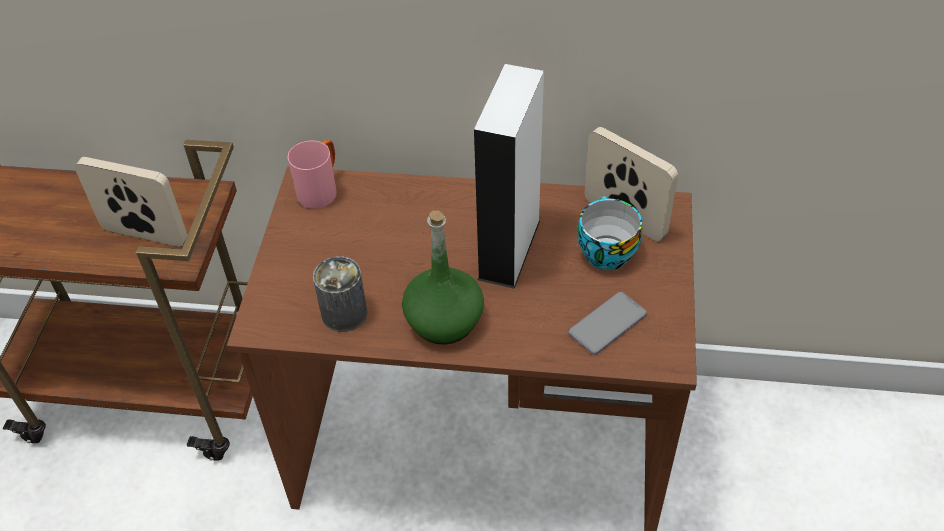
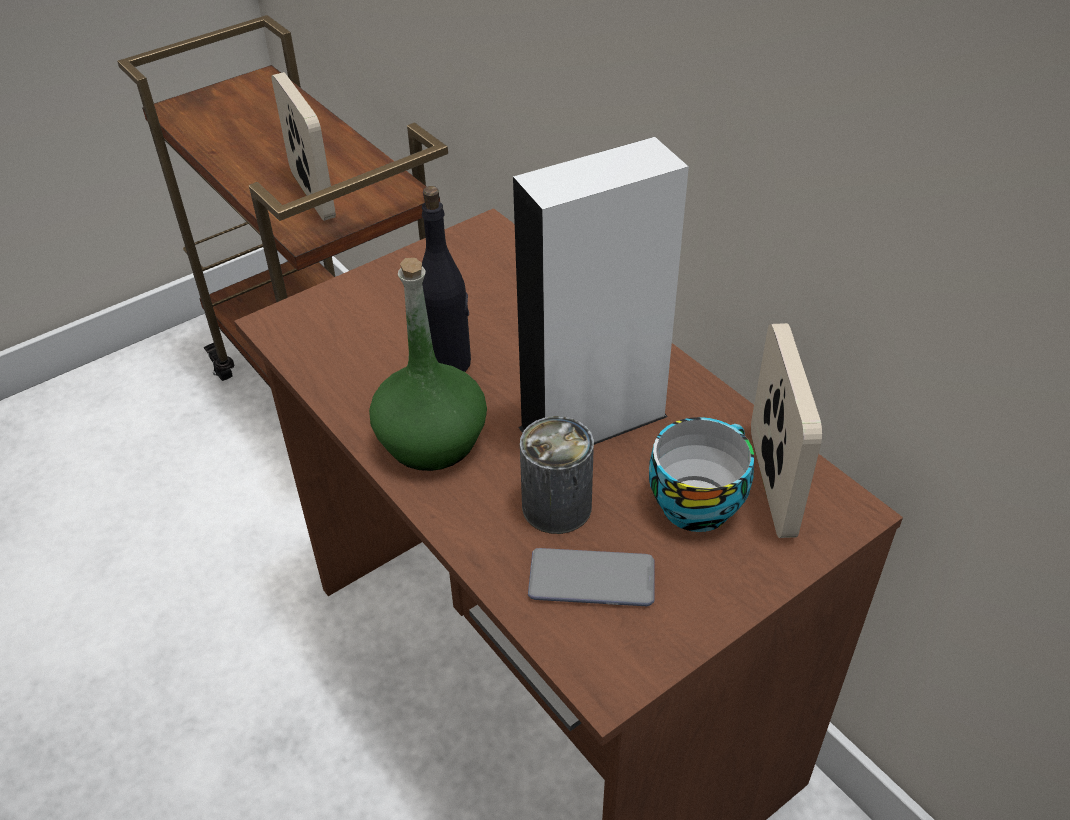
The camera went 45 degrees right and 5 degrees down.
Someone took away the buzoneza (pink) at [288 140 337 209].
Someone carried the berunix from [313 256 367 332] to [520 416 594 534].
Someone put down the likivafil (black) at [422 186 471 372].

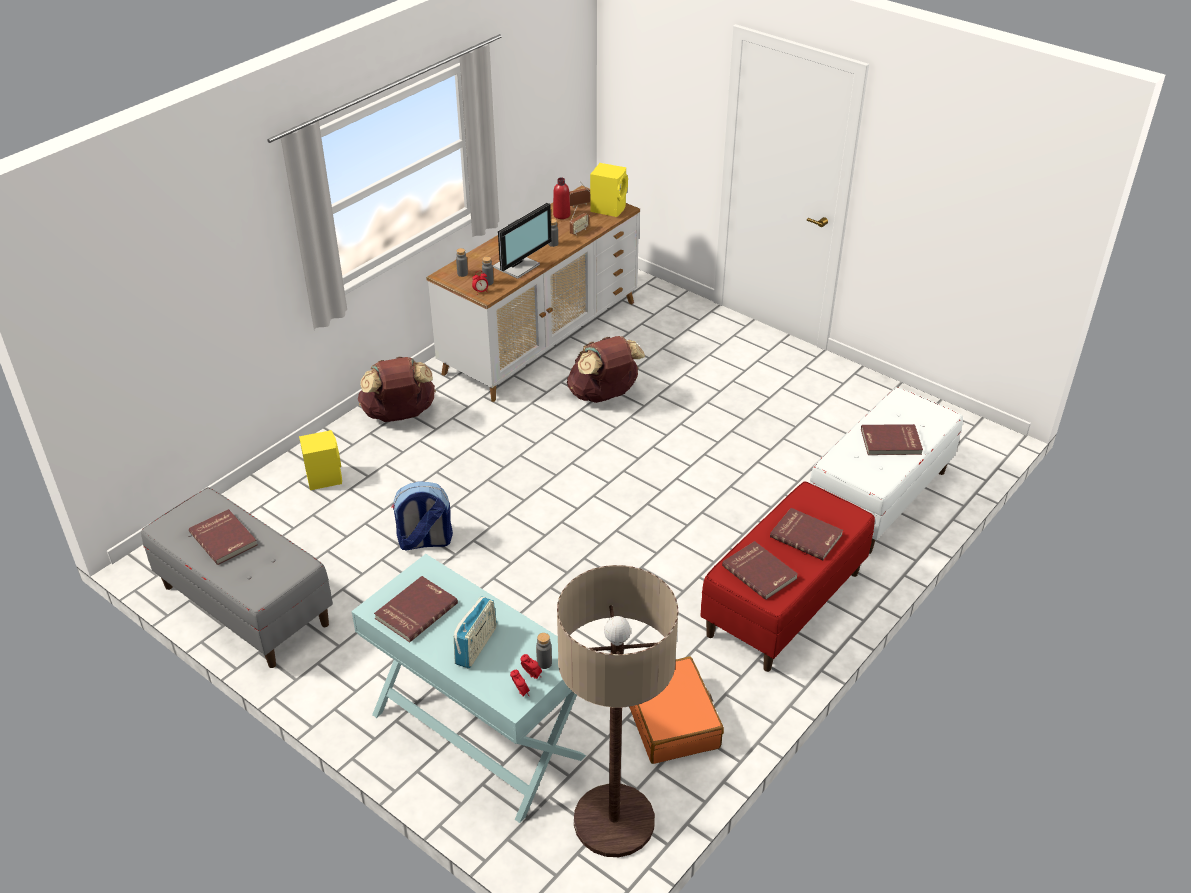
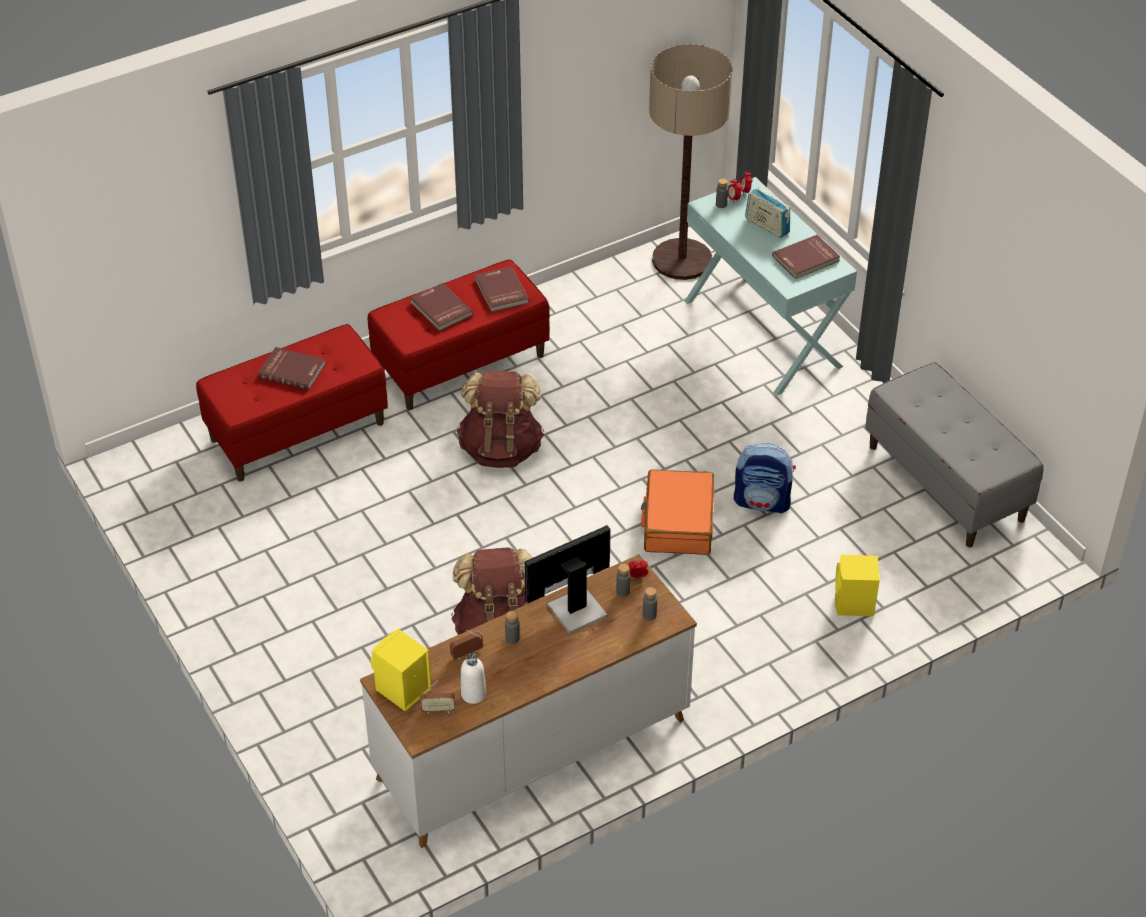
The camera went 160 degrees left and 5 degrees up.
Someone took away the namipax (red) at [189 509 257 565].
Someone carried the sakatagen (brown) from [358 356 436 422] to [457 371 544 468].
Someone rotated the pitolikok at [454 596 497 668] by 90 degrees counterclockwise.
Someone repainted the likivafil (red) at [553 178 570 219], which became the likivafil (white) at [461 653 486 704].
Someone carried the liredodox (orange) from [629 657 724 764] to [641 470 715 555].
Someone repainted the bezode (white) at [809 387 963 554], which became the bezode (red) at [196 324 388 482].

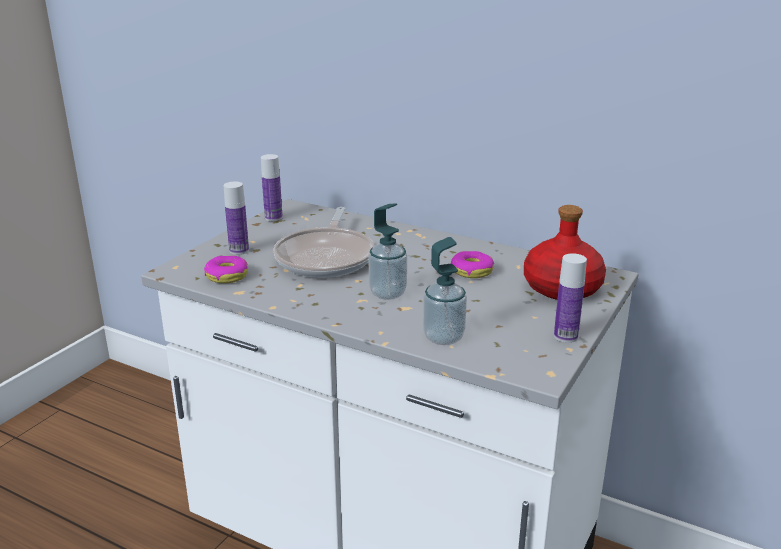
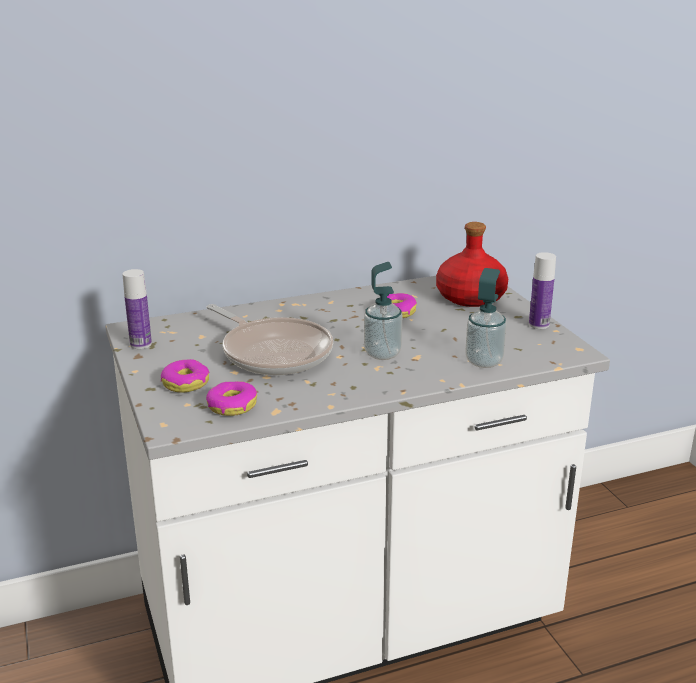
The camera went 50 degrees left and 0 degrees up.
Someone swapped the likivafil at [224 182 249 255] for the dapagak at [161 359 210 393].

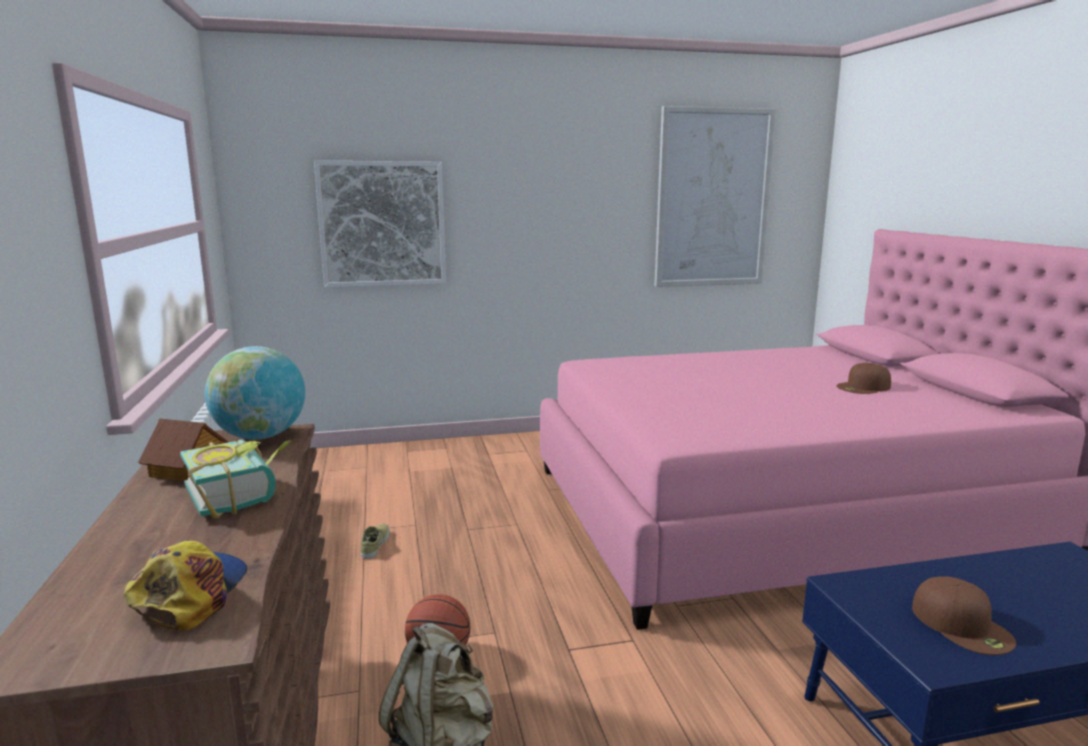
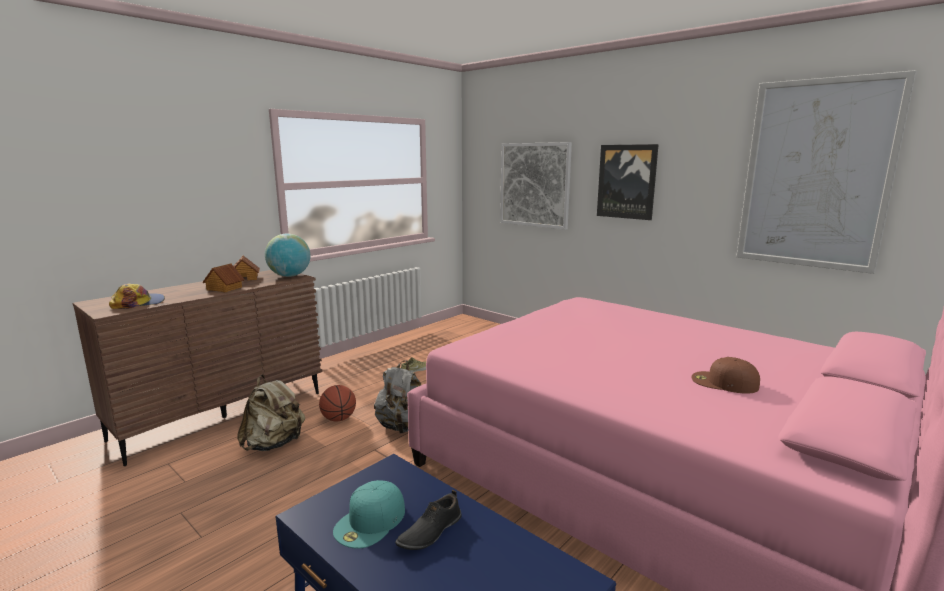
The camera went 55 degrees right and 0 degrees up.
Someone swapped the namipax at [180 440 292 519] for the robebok at [203 264 245 292].
Someone repainted the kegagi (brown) at [912 576 1016 655], which became the kegagi (turquoise) at [333 480 405 548].
Someone put down the sakatagen (grey) at [374 360 421 434].
Someone put down the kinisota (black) at [395 490 461 550].
Someone put up the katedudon at [597 144 659 220].

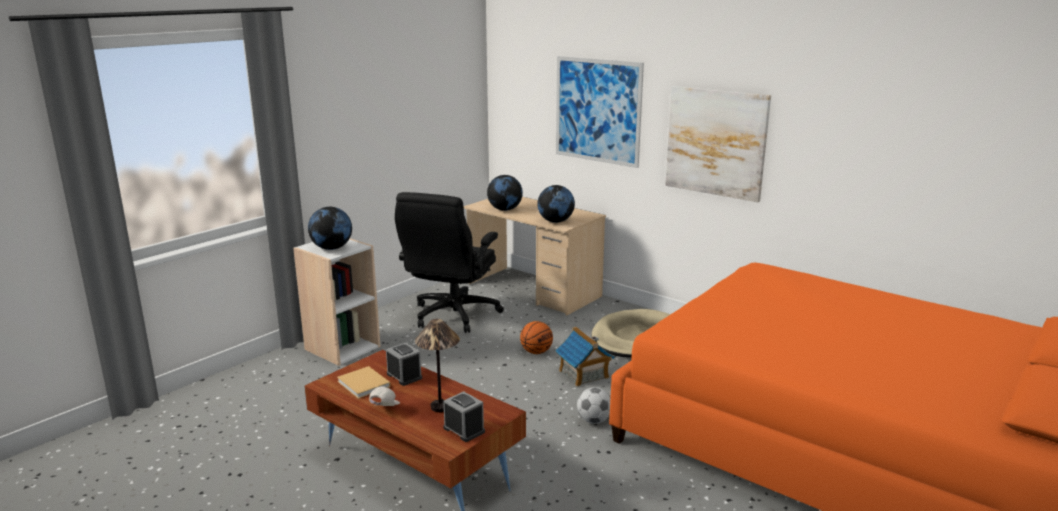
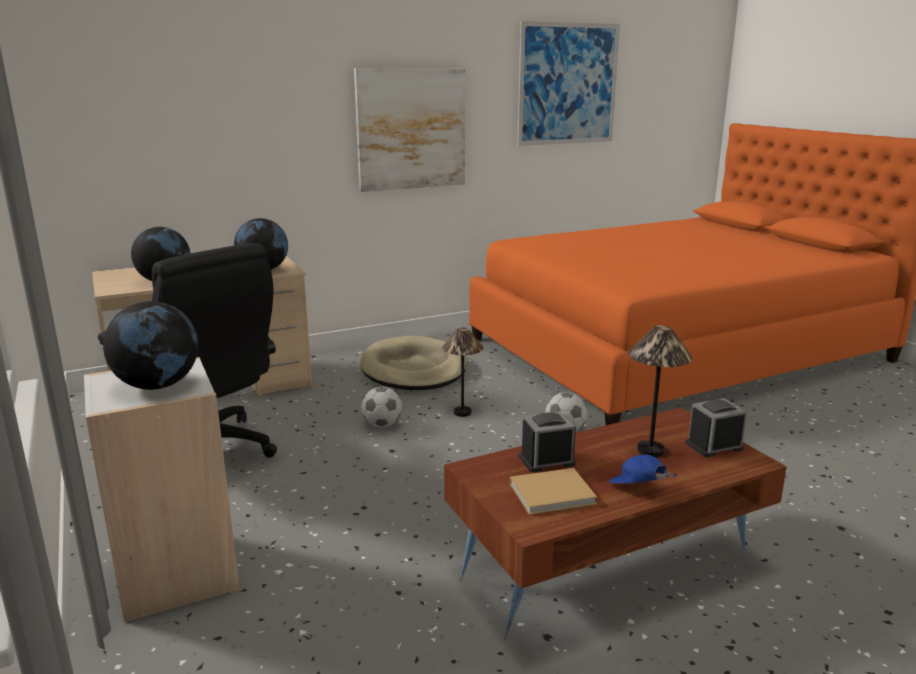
The camera went 65 degrees left and 0 degrees up.
Someone repainted the kegagi (white) at [369 386 400 406], which became the kegagi (blue) at [609 454 677 484].
Someone swapped the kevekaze at [520 321 553 354] for the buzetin at [361 387 402 428].
Someone swapped the robebok at [555 327 614 386] for the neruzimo at [442 328 484 417].
Someone carried the katedudon from [556 56 644 168] to [517 21 620 146].

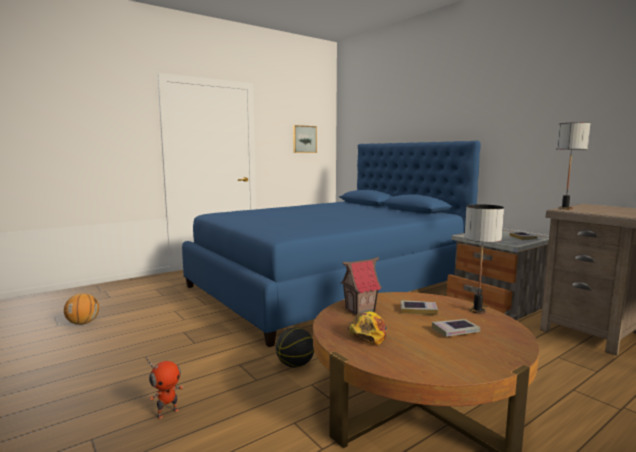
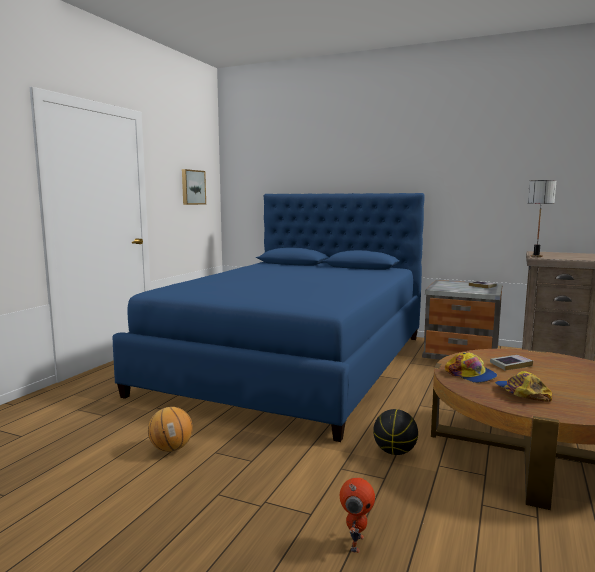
The camera went 30 degrees left and 0 degrees up.
Someone carried the kevekaze from [64 293 99 325] to [148 407 193 452].
Someone swapped the robebok at [340 257 382 315] for the kegagi at [445 352 497 383].
Someone took away the namipax at [432 319 481 337].
Someone took away the neruzimo at [465 204 504 314].

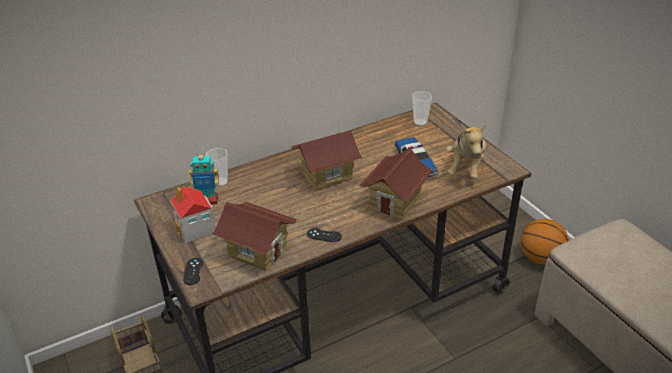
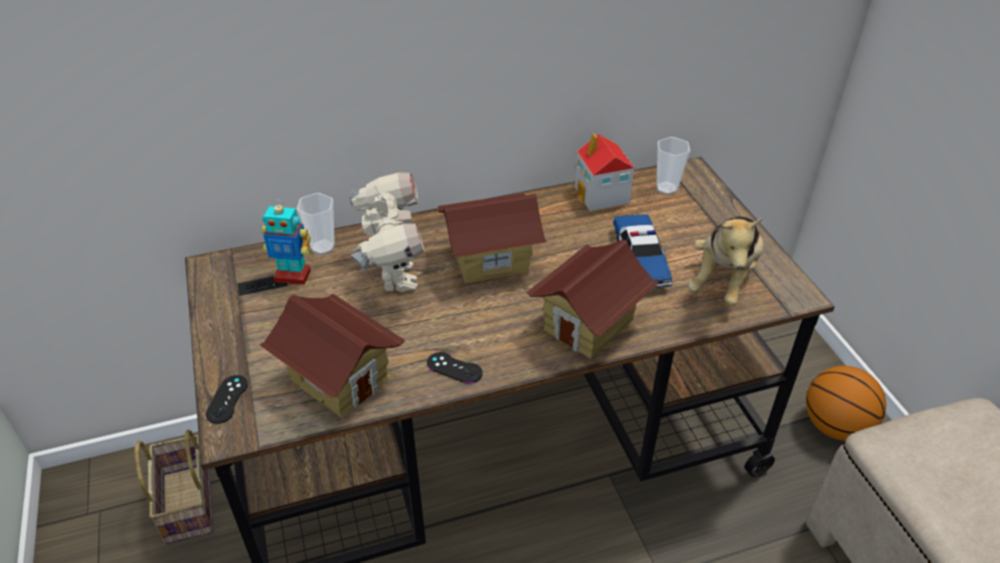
The camera went 10 degrees right and 5 degrees up.
Someone carried the robebok from [171 186 215 243] to [574 133 635 211].
Someone put down the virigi at [349 172 425 292].

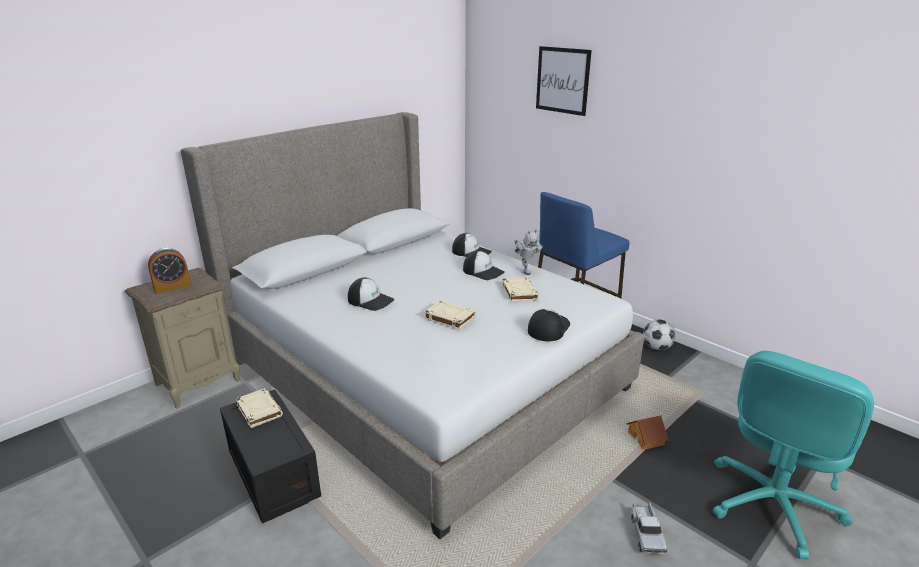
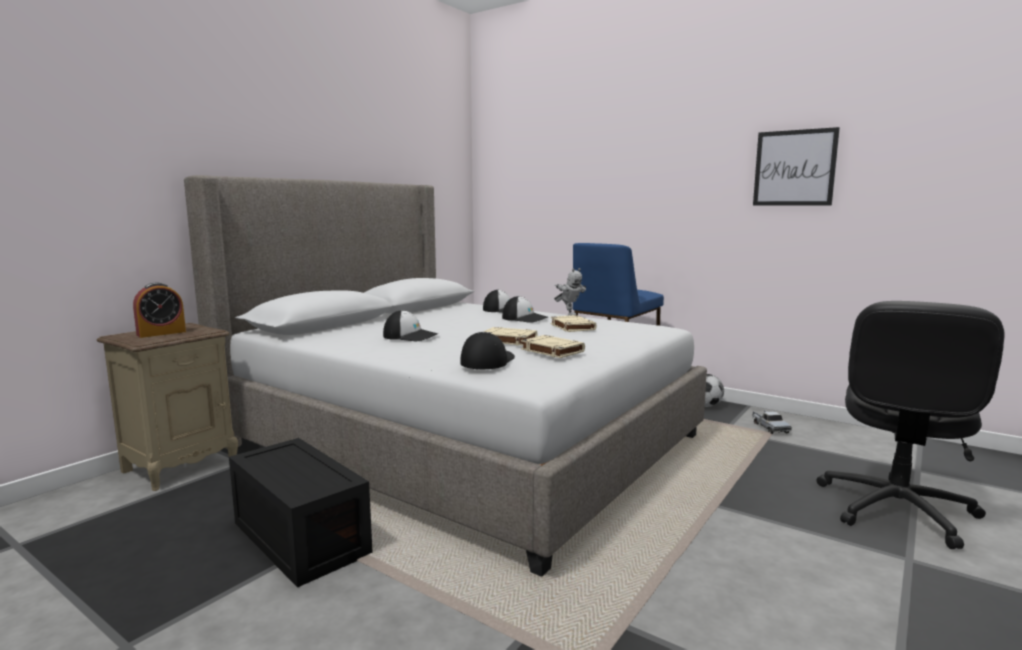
The camera went 10 degrees left and 15 degrees down.
Someone carried the namipax (beige) from [236 388 283 428] to [521 335 585 358].
Someone carried the kegagi from [528 309 570 341] to [460 331 515 369].
Someone carried the katedudon from [536 46 592 116] to [753 127 840 206].
Someone took away the robebok at [626 415 668 449].
Someone carried the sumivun from [631 502 668 555] to [753 410 792 434].
Someone repainted the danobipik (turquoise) at [713 351 874 559], which became the danobipik (black) at [816 301 1005 549].

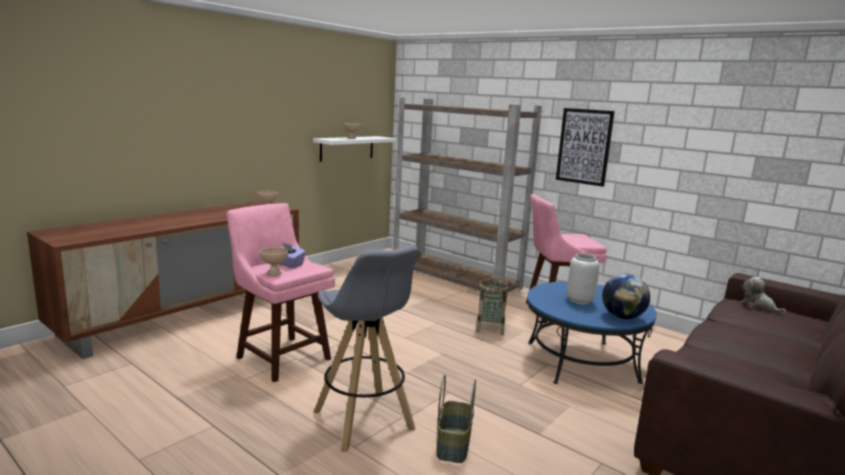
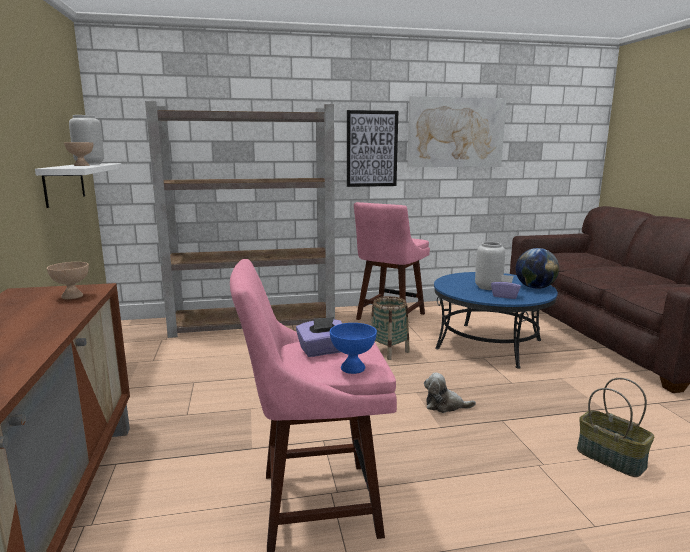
The camera went 50 degrees left and 0 degrees up.
Someone repainted the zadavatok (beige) at [260 247 288 276], which became the zadavatok (blue) at [330 323 377 374].
Someone took away the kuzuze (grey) at [314 245 419 452].
Someone carried the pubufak from [740 277 786 315] to [424 372 476 413].
Someone put down the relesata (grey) at [69 115 104 165].
Someone put up the katedudon at [407 96 507 167].
Someone put down the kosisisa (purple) at [491 274 521 299].

